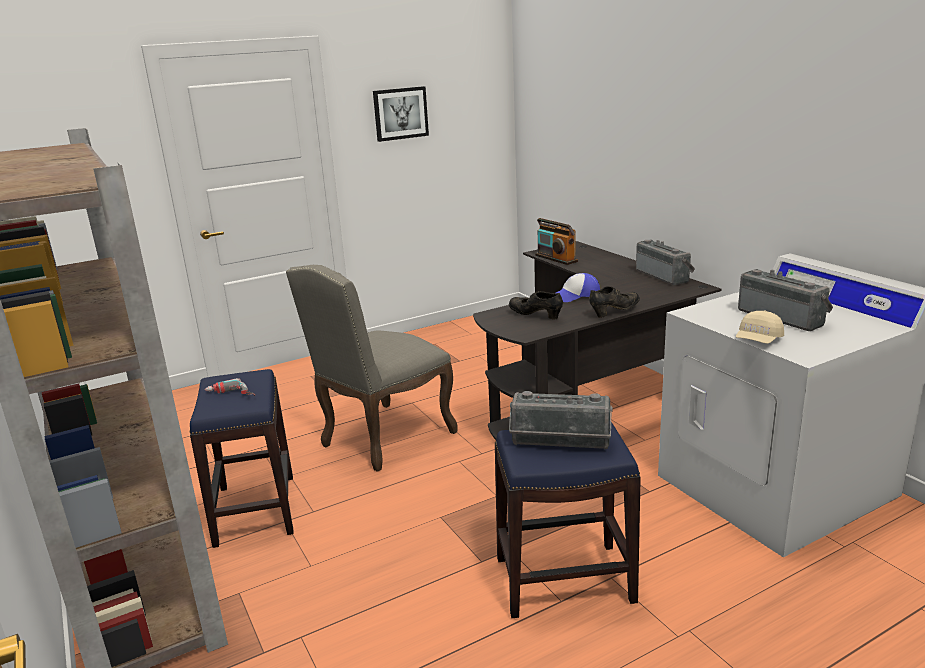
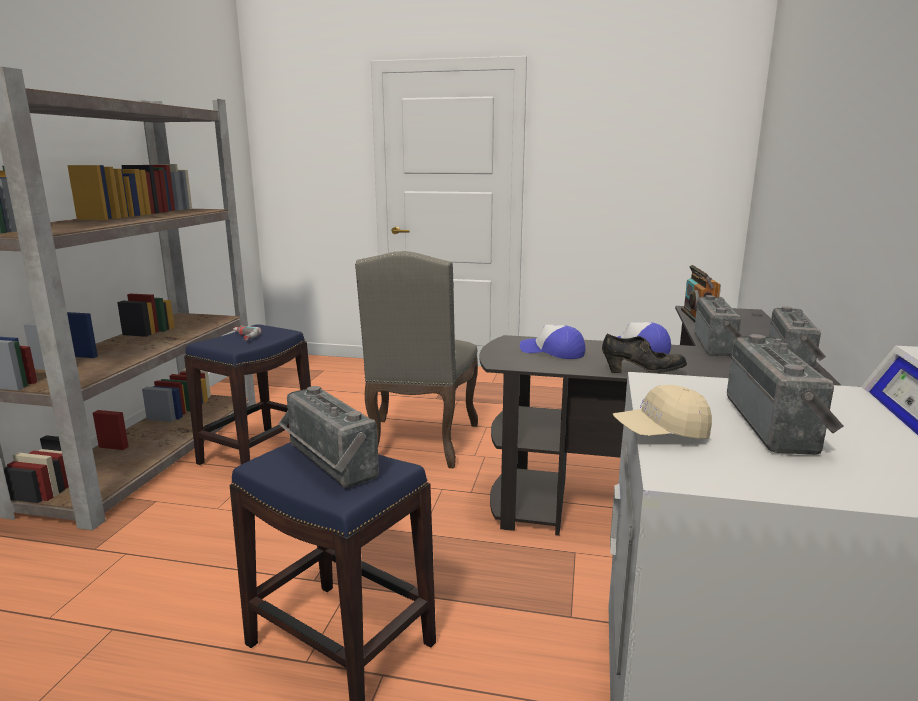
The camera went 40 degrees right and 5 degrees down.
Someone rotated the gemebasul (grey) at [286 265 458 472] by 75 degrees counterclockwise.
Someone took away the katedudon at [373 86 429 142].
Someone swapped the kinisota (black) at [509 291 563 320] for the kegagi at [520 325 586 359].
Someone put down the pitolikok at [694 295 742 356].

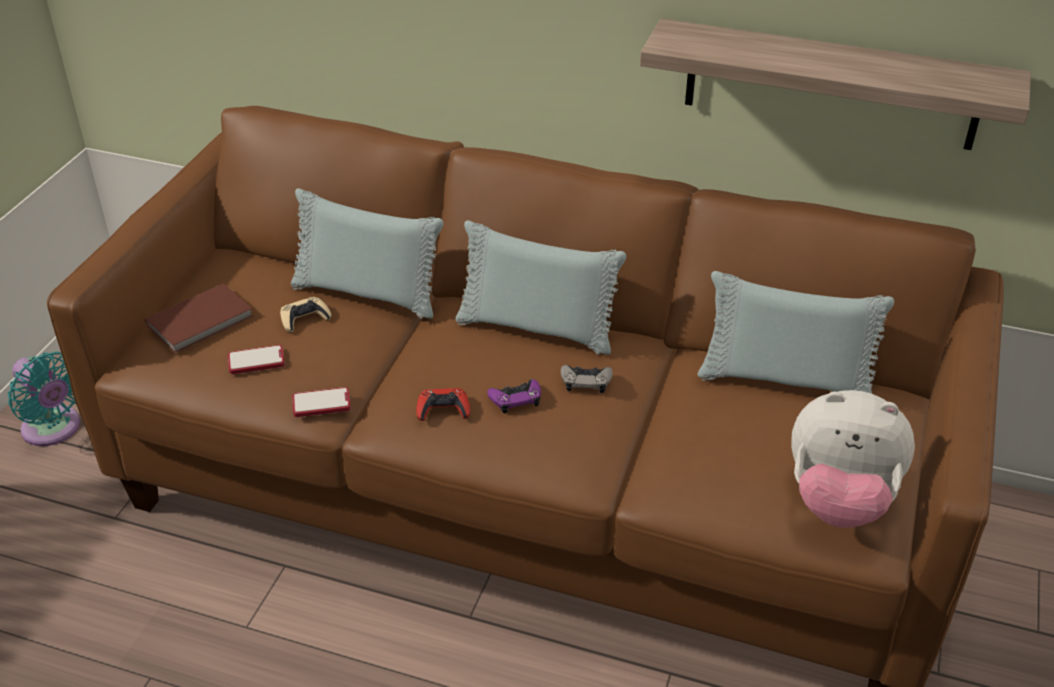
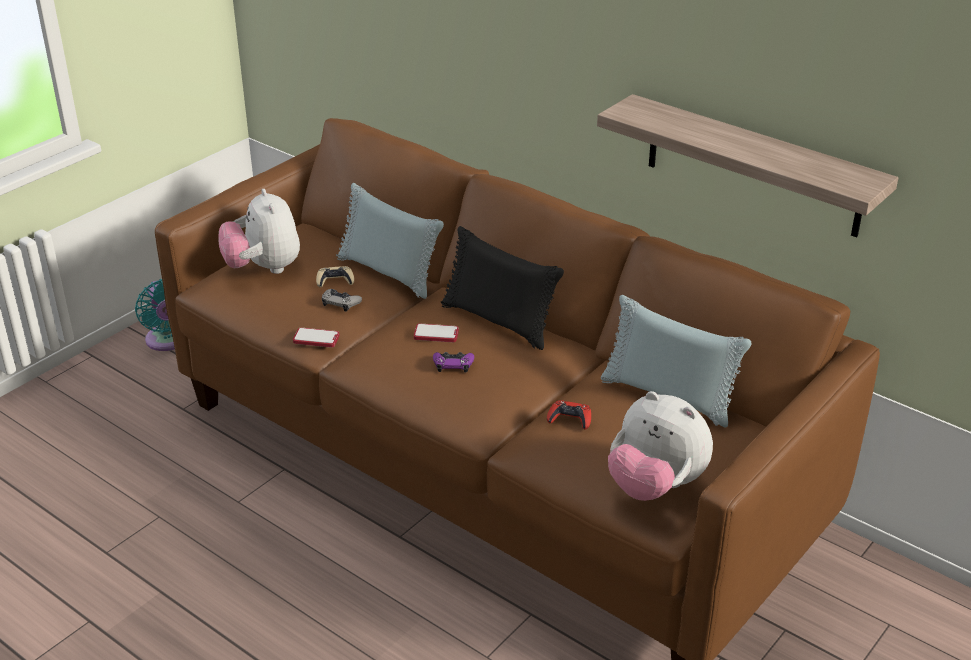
The camera went 20 degrees right and 5 degrees down.
Someone swapped the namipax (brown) at [145 283 254 354] for the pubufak at [218 189 300 274].
Someone carried the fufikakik from [228 345 285 374] to [414 324 459 342].
Someone carried the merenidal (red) from [416 388 470 421] to [547 400 591 429].
Someone repainted the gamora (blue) at [455 220 626 355], which became the gamora (black) at [441 226 564 350].
Someone carried the merenidal (grey) from [561 365 613 393] to [322 289 362 312].

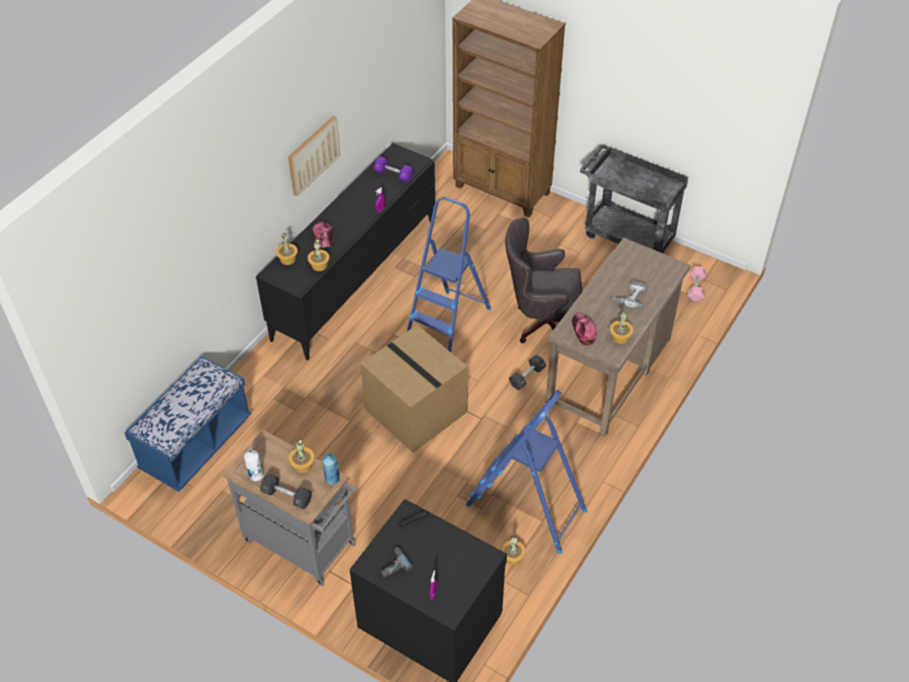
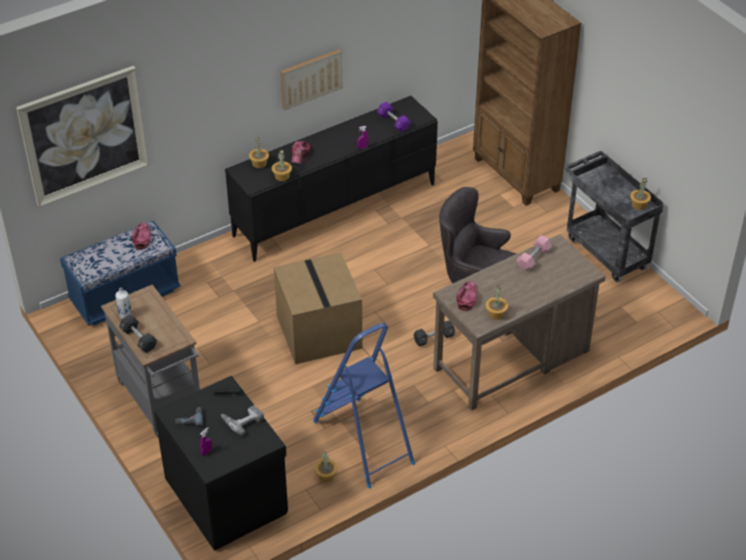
The camera went 25 degrees right and 5 degrees down.
Someone carried the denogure from [289 438 315 473] to [630 178 651 210].
Someone took away the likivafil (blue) at [322 452 340 485].
Someone took away the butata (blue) at [407 197 491 352].
Someone carried the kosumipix from [611 281 647 309] to [221 405 264 436].
Someone carried the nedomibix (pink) from [688 266 706 302] to [516 235 552 271].
Someone put up the katedudon at [16 66 149 207].
Someone put down the kegagi at [132 223 151 250].

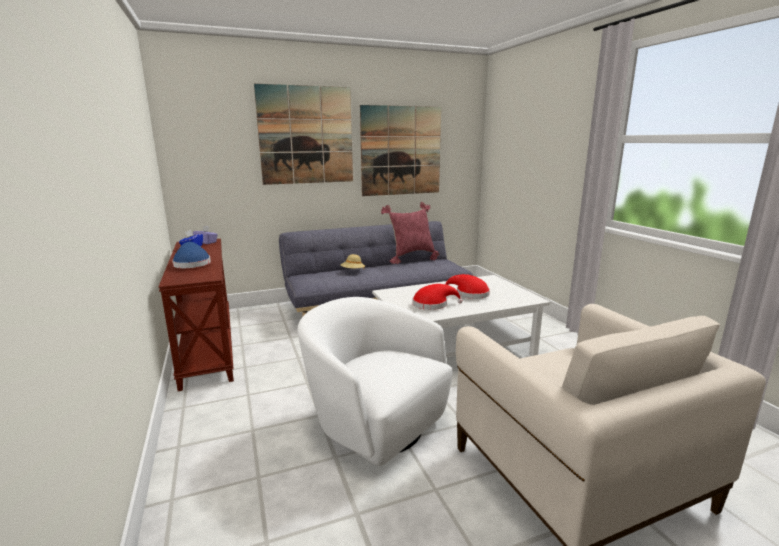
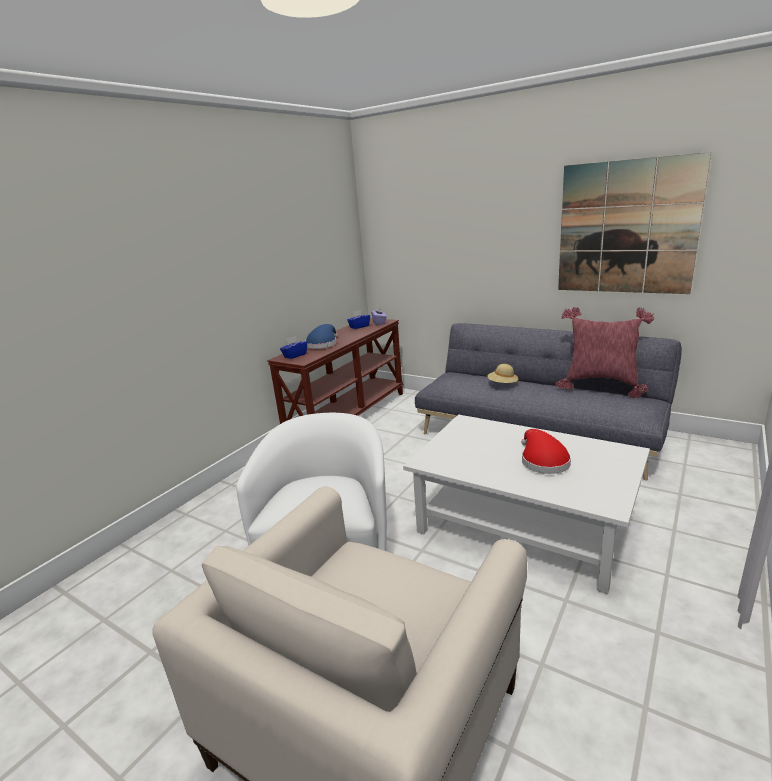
The camera went 55 degrees right and 5 degrees up.
Someone took away the katedudon at [254 84 353 185].
Someone took away the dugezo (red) at [413 284 463 310].
Someone put down the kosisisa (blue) at [280 336 307 359].

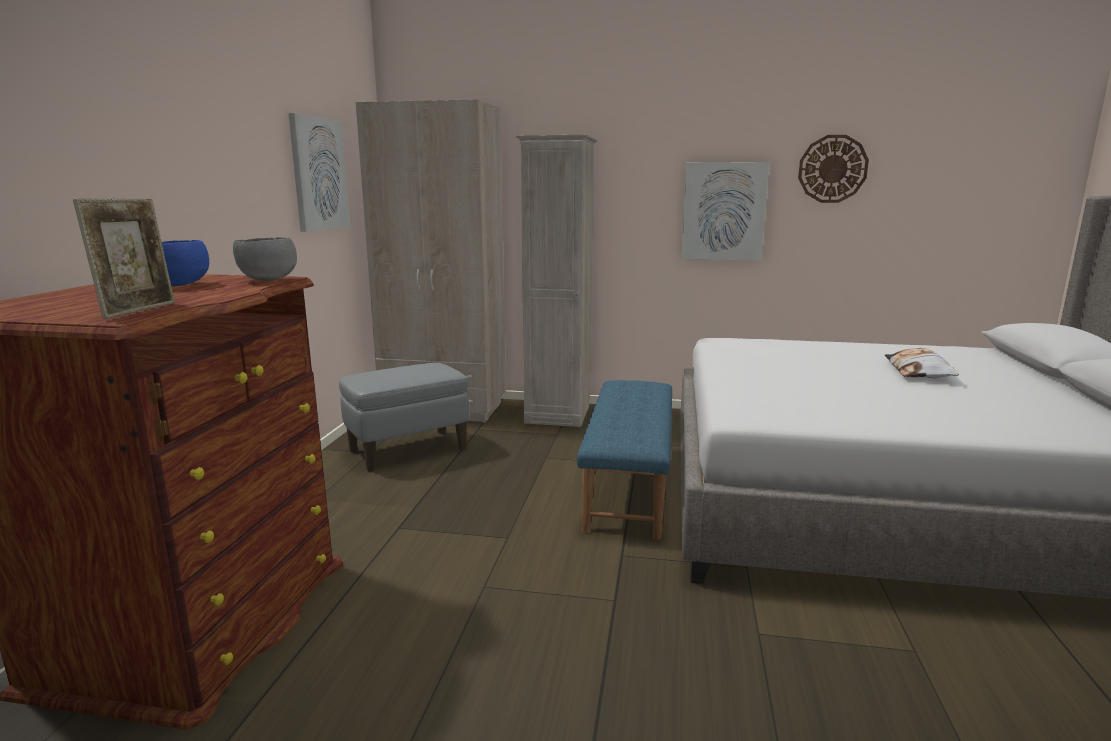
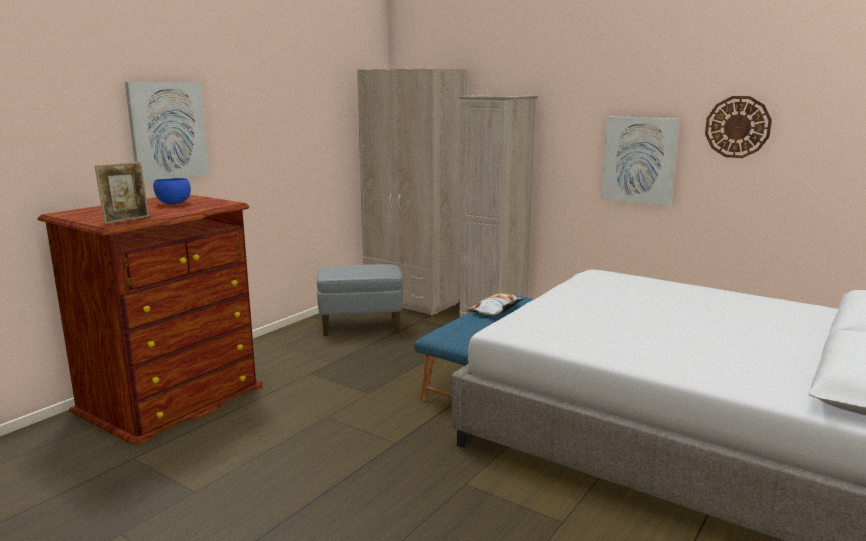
The camera went 25 degrees right and 0 degrees up.
Someone took away the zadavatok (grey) at [233 237 297 281].
Someone carried the katedudon from [288 113 350 232] to [125 82 209 183].
Someone carried the gamora from [884 348 959 378] to [466 293 524 315].

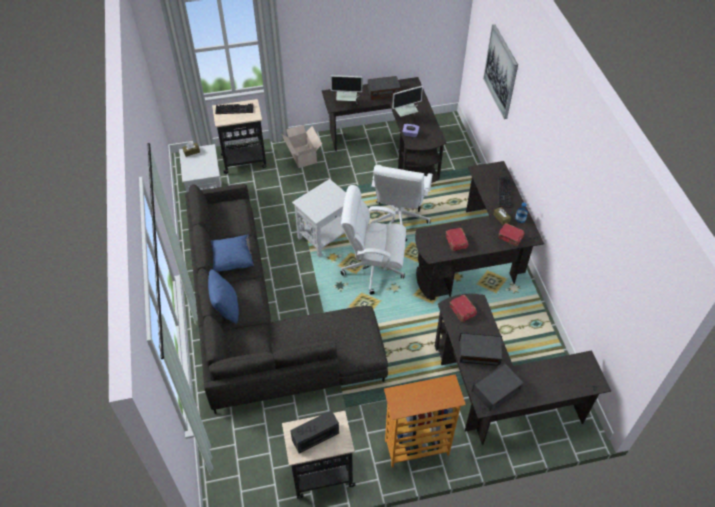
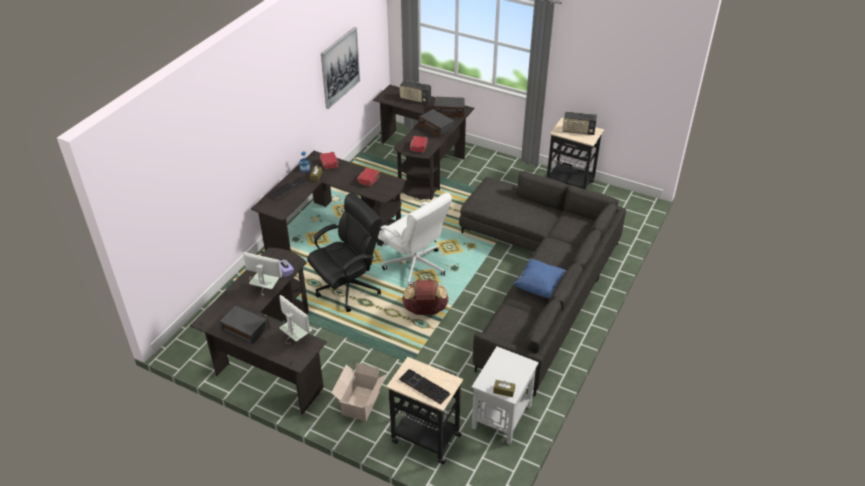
The camera went 140 degrees left and 10 degrees down.
Someone took away the gamora (blue) at [208 270 239 324].
Someone swapped the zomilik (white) at [292 179 346 257] for the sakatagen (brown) at [402 279 449 315].
Someone repainted the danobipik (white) at [371 165 433 241], which became the danobipik (black) at [307 193 382 312].
Someone took away the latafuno at [384 374 466 467].
Someone carried the katedudon from [483 25 518 119] to [321 27 360 109].
Someone put down the pitolikok at [400 80 431 104].

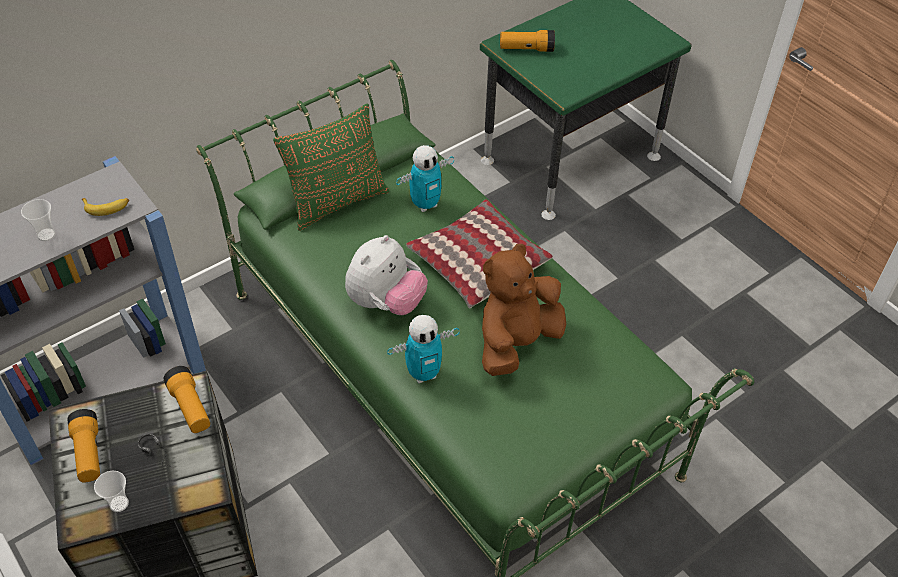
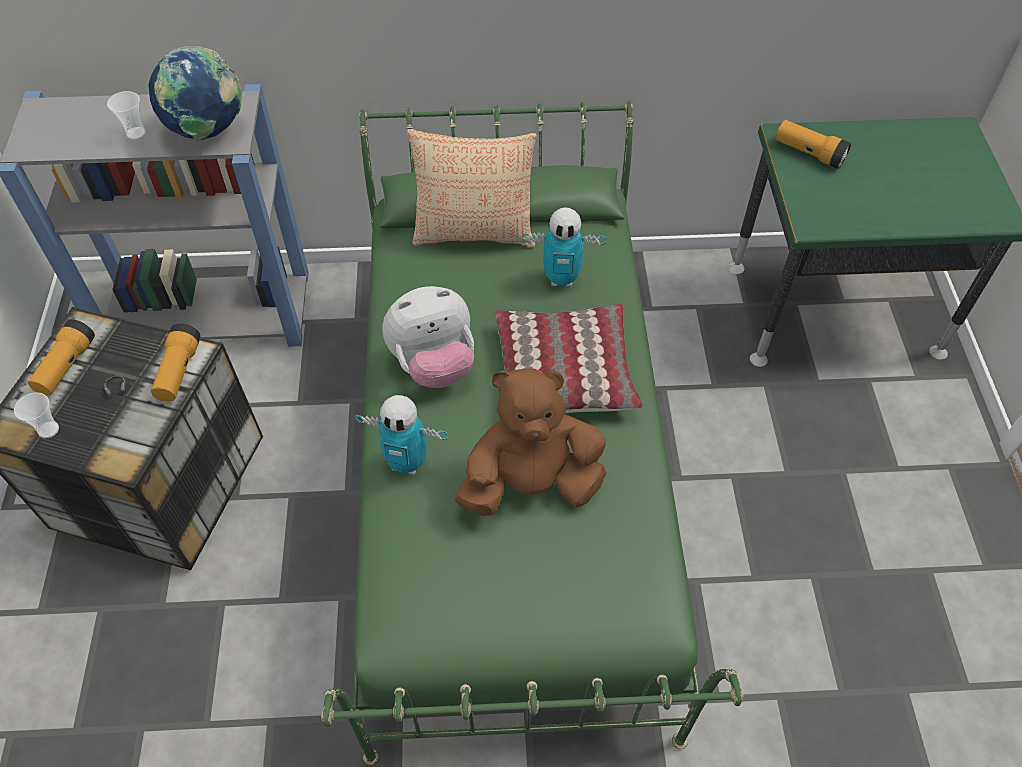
The camera went 35 degrees right and 5 degrees up.
Someone swapped the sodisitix at [82 198 129 216] for the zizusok at [146 46 242 141].
Someone repainted the gamora (green) at [273 104 389 231], which became the gamora (beige) at [407 129 537 248].

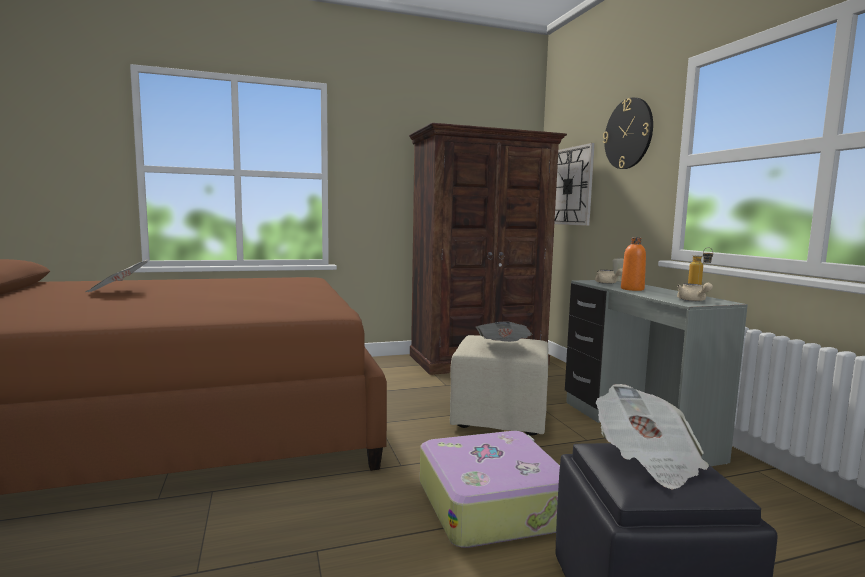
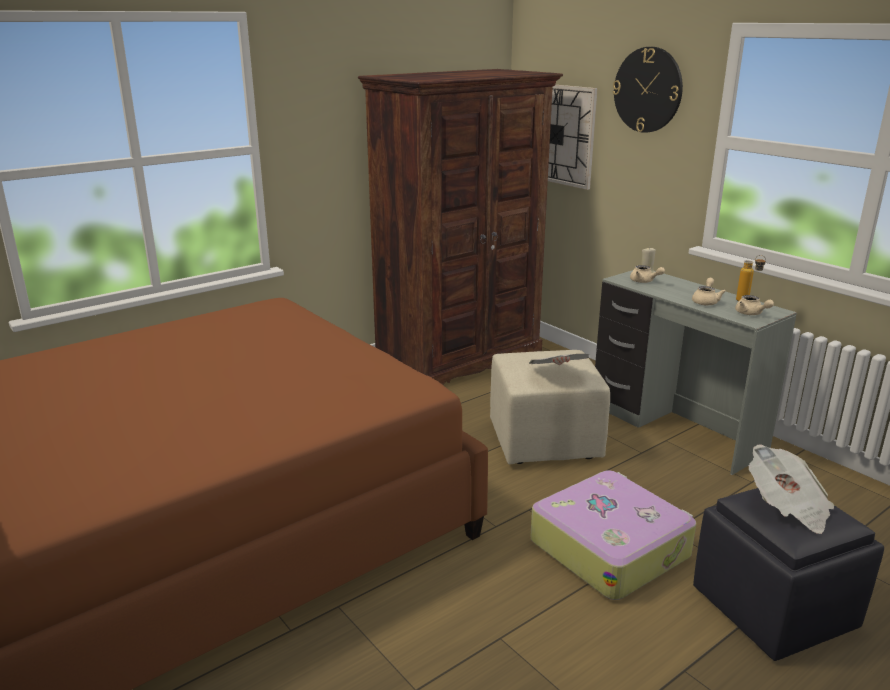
The camera went 20 degrees left and 15 degrees up.
Someone took away the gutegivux at [85 259 148 292].
Someone took away the likivafil (orange) at [621 237 646 291].
Someone put down the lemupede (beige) at [692 278 726 305].

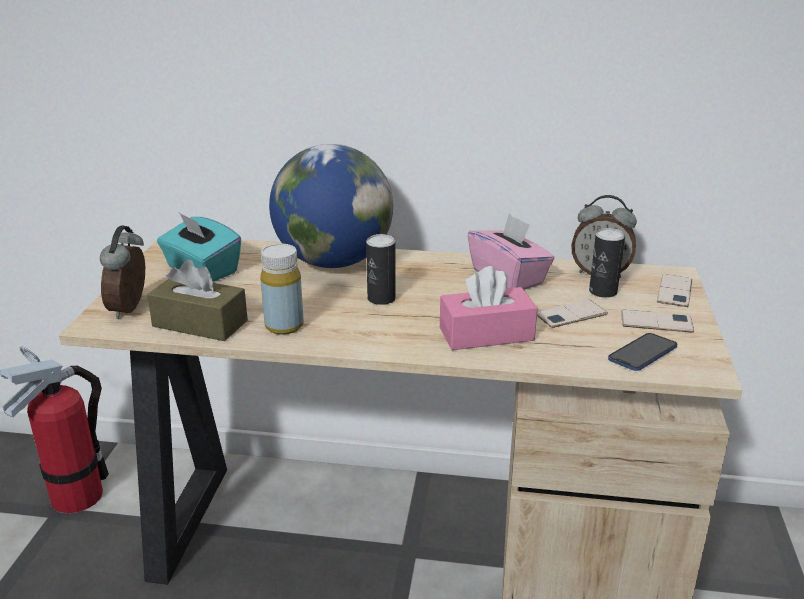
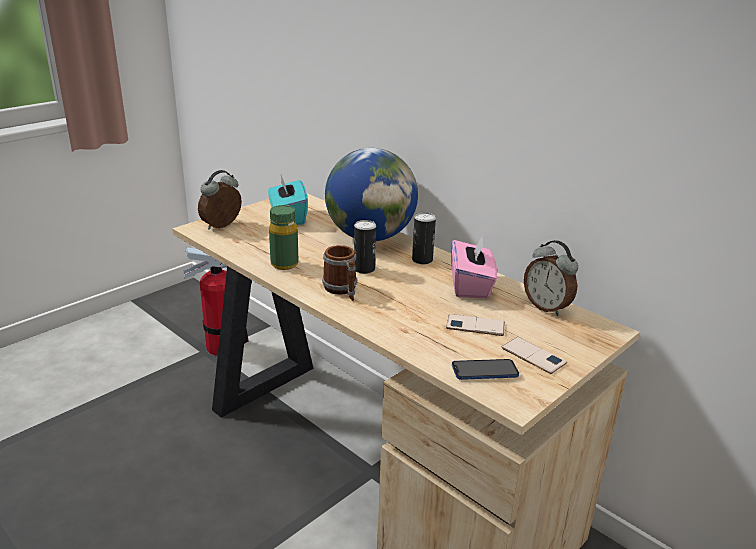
The camera went 35 degrees right and 0 degrees up.
Someone took away the kosisisa (brown) at [147 259 248 341].
Someone repainted the likivafil (yellow) at [260 244 304 335], which became the likivafil (green) at [269 205 298 270].
Someone took away the kosisisa (pink) at [440 266 538 350].
Someone carried the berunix from [589 228 625 298] to [412 212 436 264].
Someone took away the fufikakik at [657 274 692 307].
Someone put down the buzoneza at [322 245 357 301].

